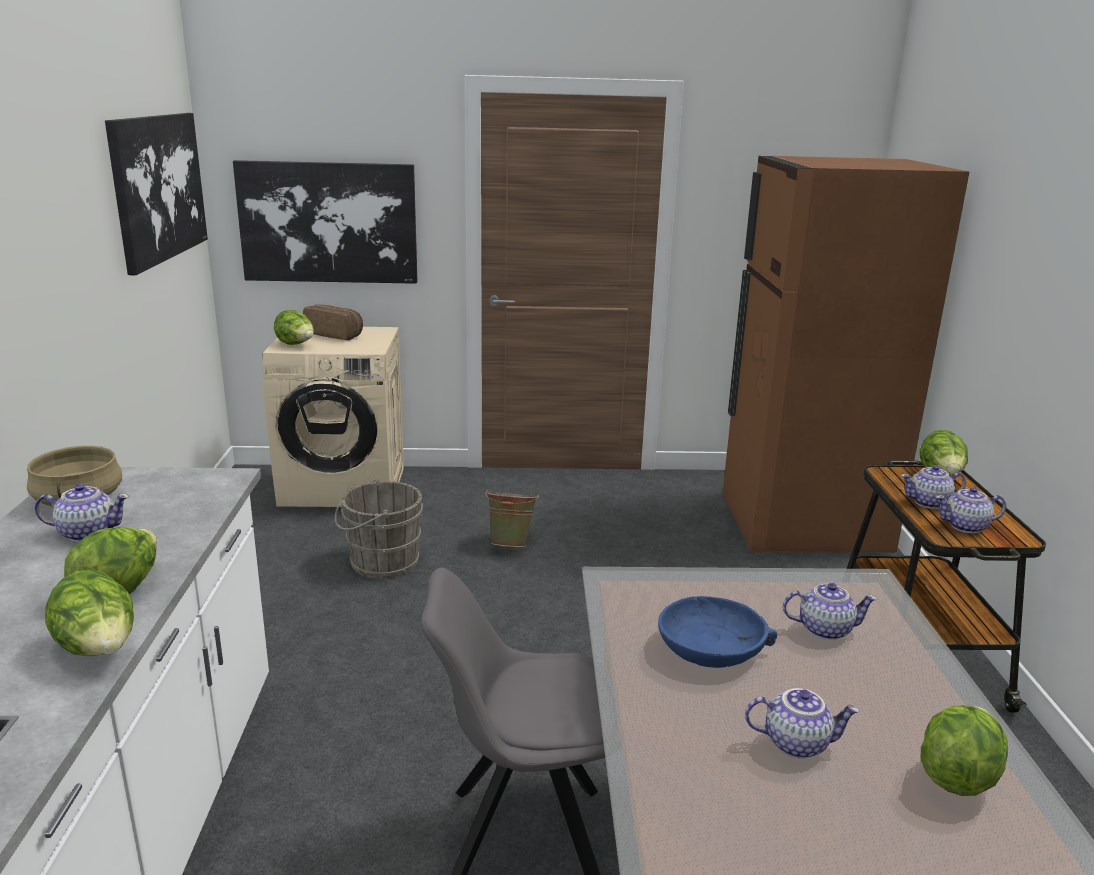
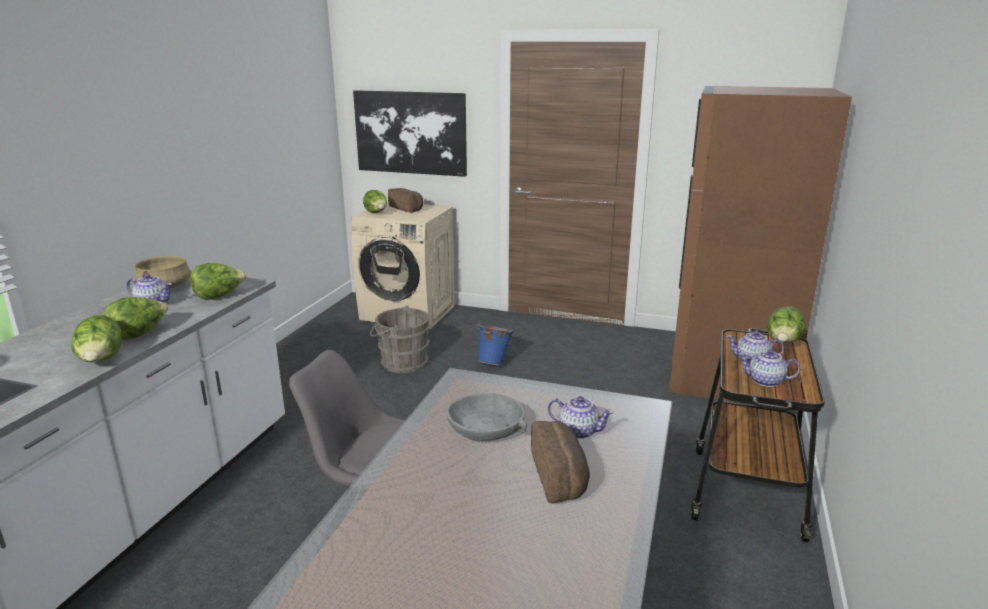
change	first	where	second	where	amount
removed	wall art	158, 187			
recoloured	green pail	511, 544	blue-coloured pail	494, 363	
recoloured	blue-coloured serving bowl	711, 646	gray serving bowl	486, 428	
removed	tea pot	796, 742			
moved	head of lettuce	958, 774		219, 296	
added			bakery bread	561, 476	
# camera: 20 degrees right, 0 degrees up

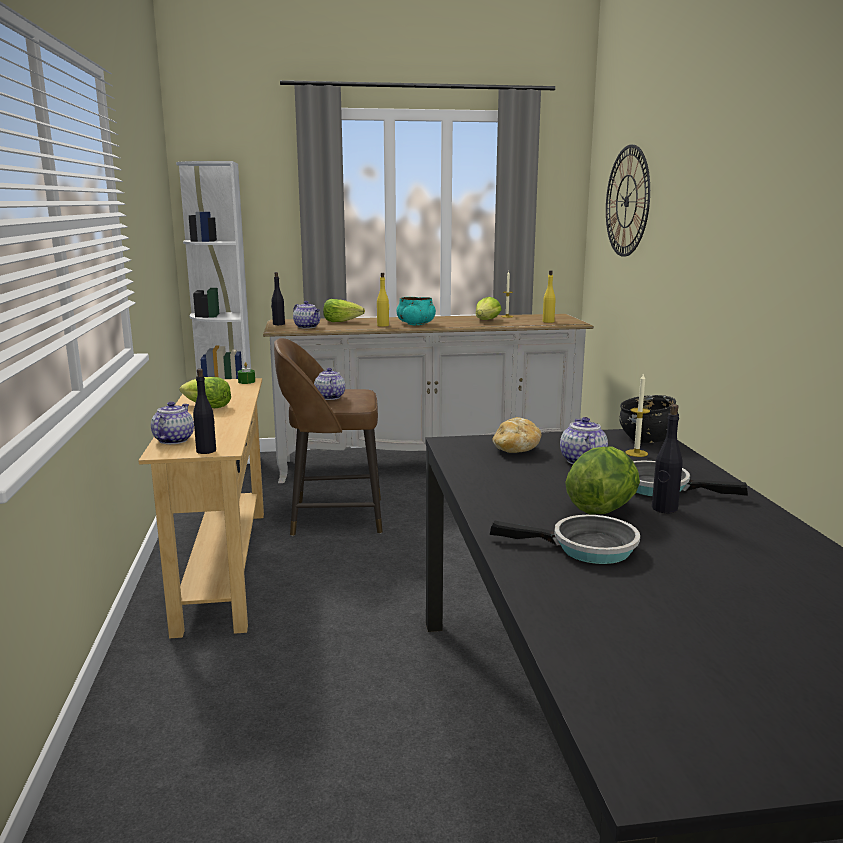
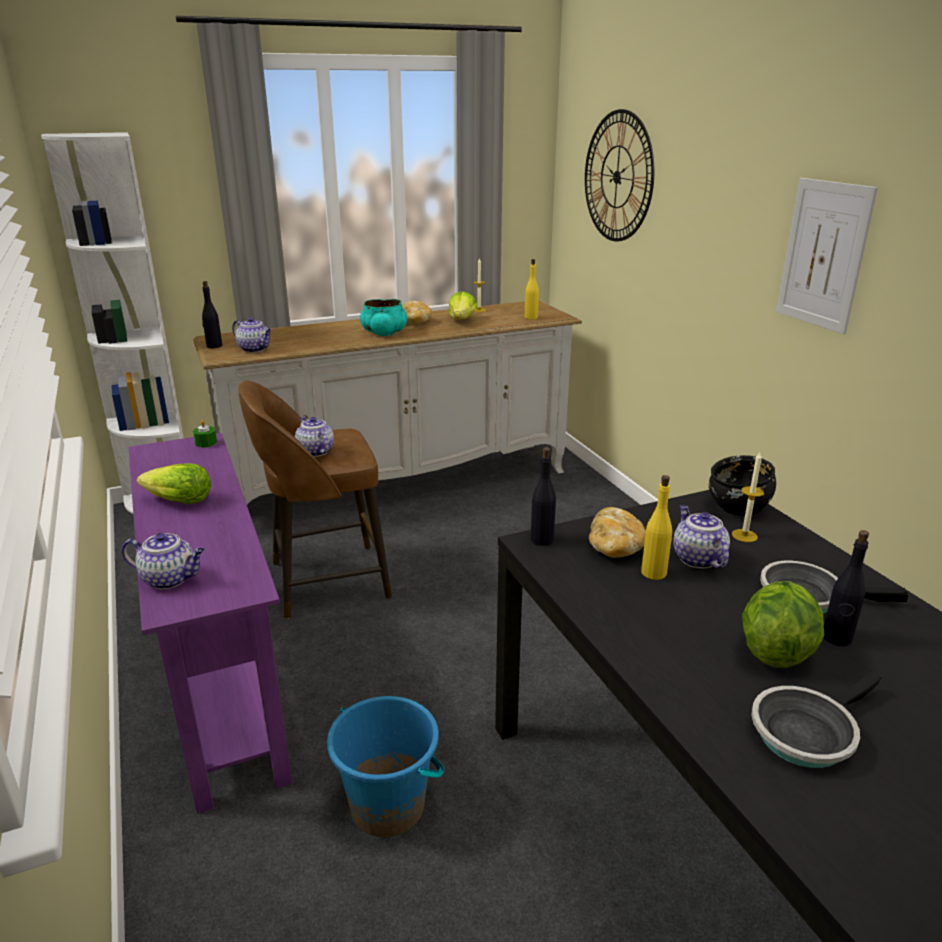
change	first	where	second	where	amount
moved	yellow beverage bottle	383, 325		654, 573	
removed	head of lettuce	342, 321			
moved	black beverage bottle	206, 451		542, 539	
recoloured	beige hall table	223, 566	purple-coloured hall table	220, 681	
turned	tea pot	174, 440		170, 579	105 degrees clockwise
turned	pan	586, 548		806, 732	150 degrees clockwise
added			wall art	823, 255	
added			bakery bread	415, 322	
added			blue-coloured pail	388, 807	
# camera: 15 degrees left, 10 degrees up

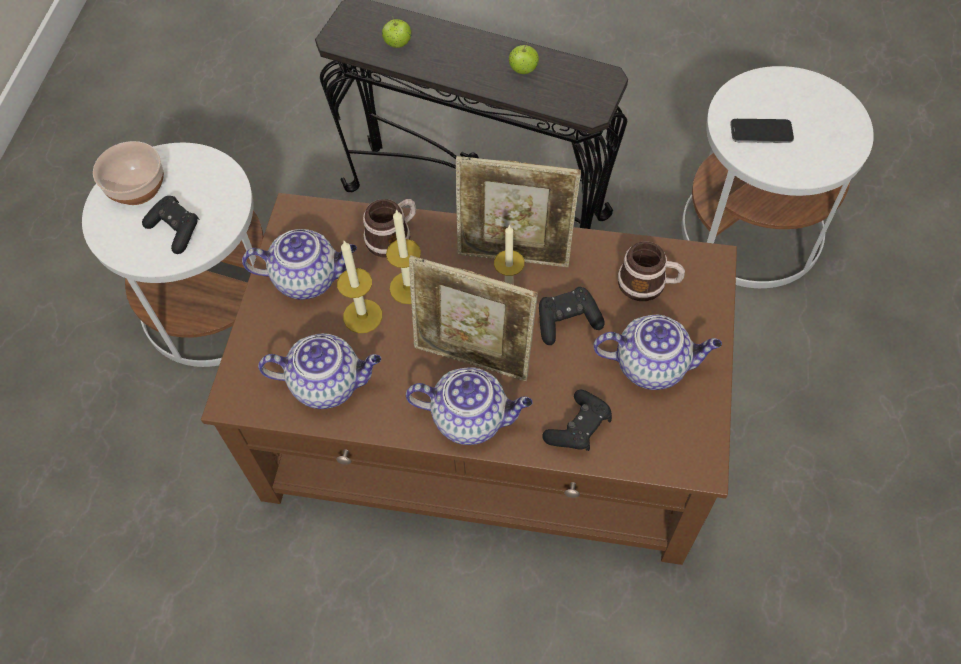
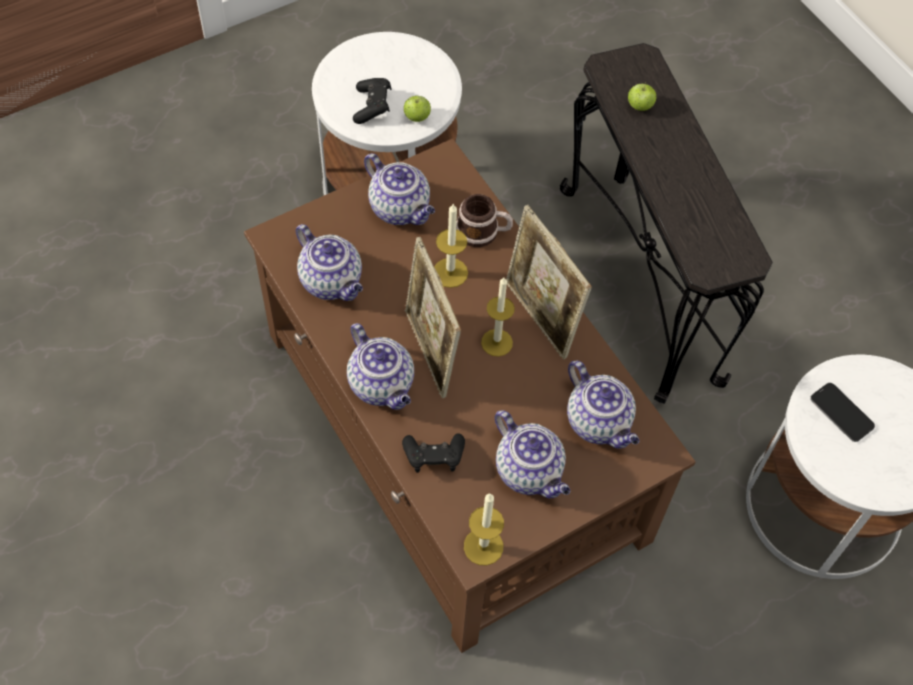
change	first	where	second	where	amount
moved	apple fruit	523, 70		417, 117	
removed	serving bowl	138, 187			
moved	wax candle	362, 316		483, 546	
replaced	coffee mug	648, 284	tea pot	599, 422	
removed	black game controller	567, 321			
# camera: 45 degrees right, 0 degrees up

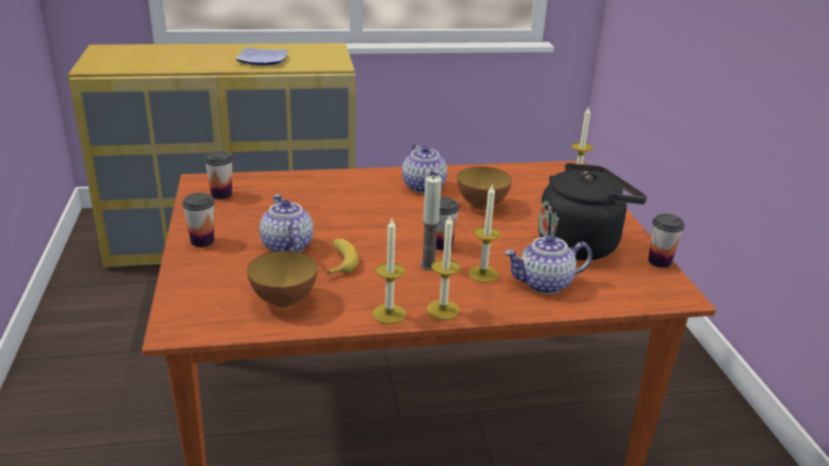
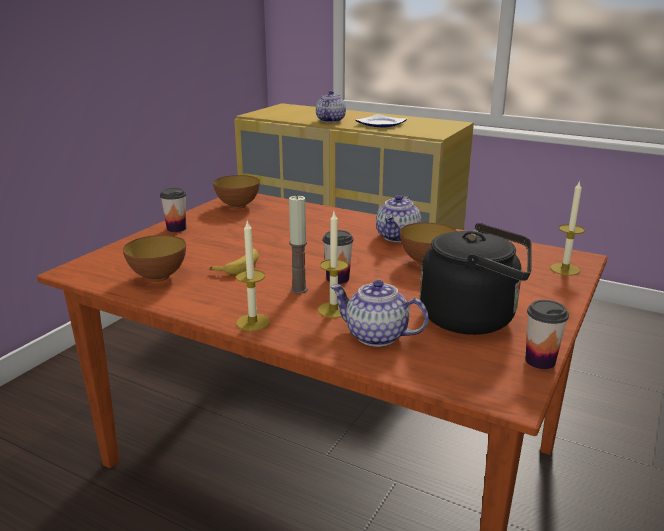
change	first	where	second	where	amount
replaced	cup	221, 194	serving bowl	238, 206	
moved	tea pot	286, 246		330, 120	
removed	wax candle	389, 314			
# camera: 40 degrees right, 5 degrees down

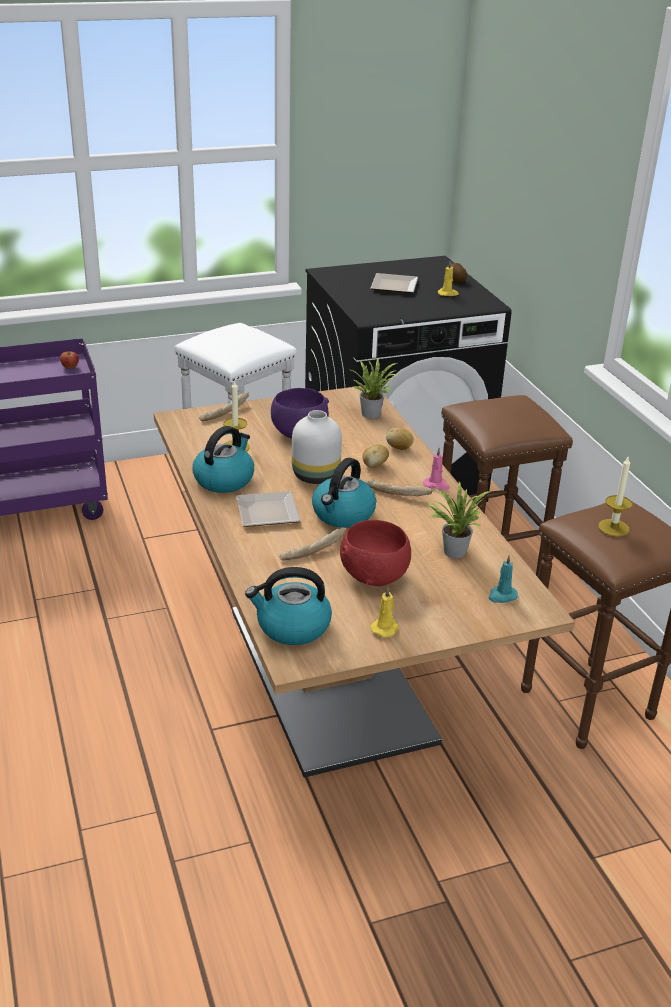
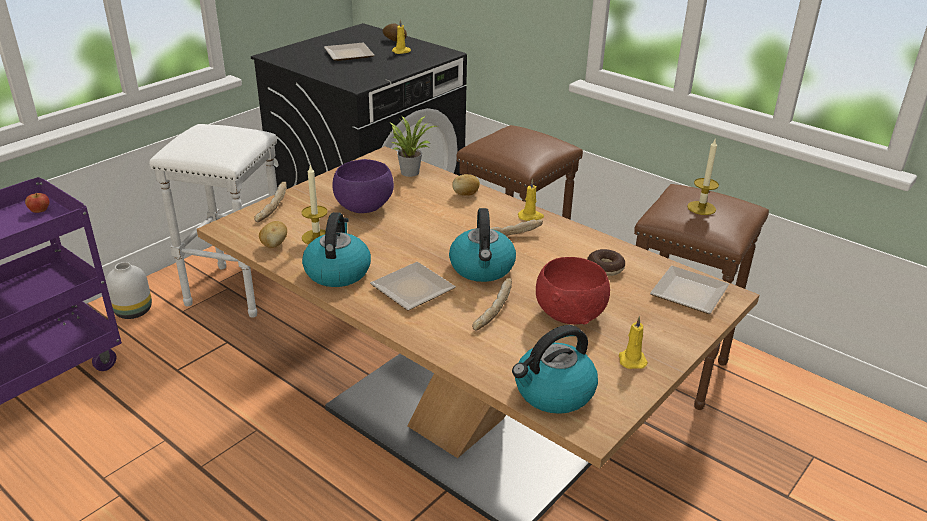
change	first	where	second	where	amount
moved	white-coloured flower vase	317, 476		134, 311	
moved	spud	374, 466		274, 245	
recoloured	pinkish wax candle	436, 485	yellow wax candle	530, 217	
replaced	houseplant	452, 550	donut	605, 268	
replaced	blue-green wax candle	502, 596	dinner plate	686, 293	
# camera: 30 degrees left, 0 degrees up

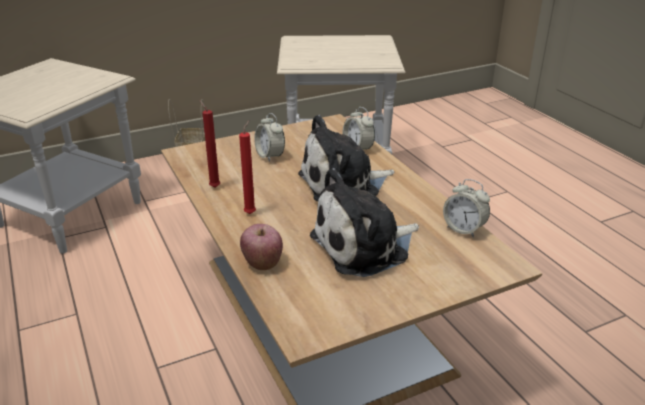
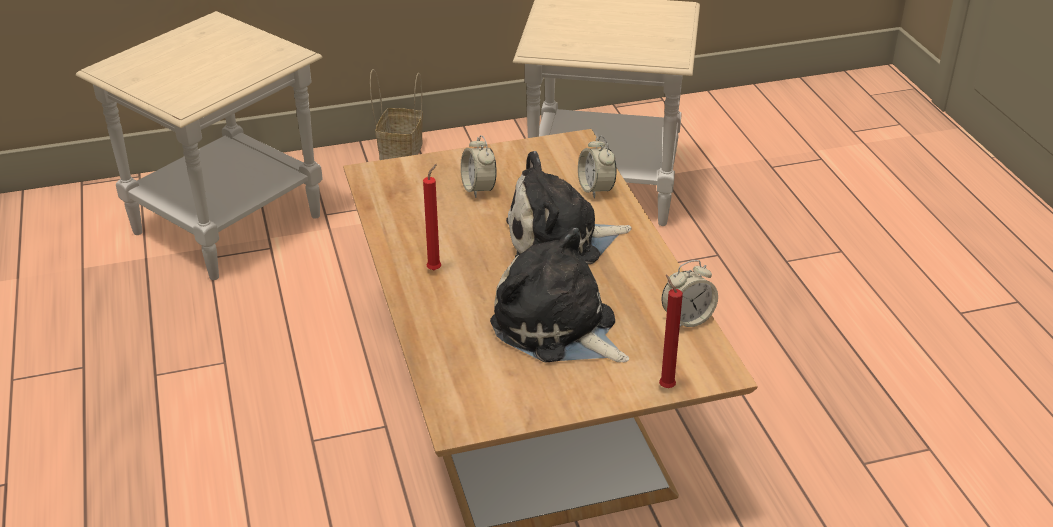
change	first	where	second	where	amount
moved	reddish wax candle	213, 187		665, 386	
turned	cuddly toy	365, 246		558, 328	60 degrees clockwise
turned	table clock	464, 229		687, 319	75 degrees counterclockwise
removed	apple fruit	262, 263			
# camera: 10 degrees right, 5 degrees up

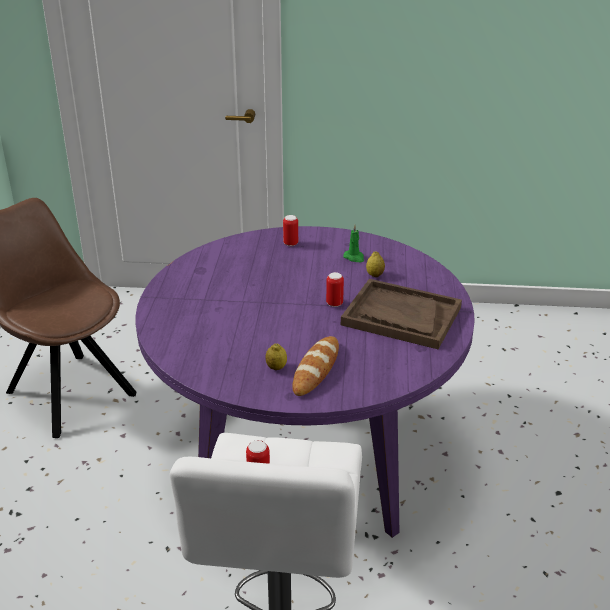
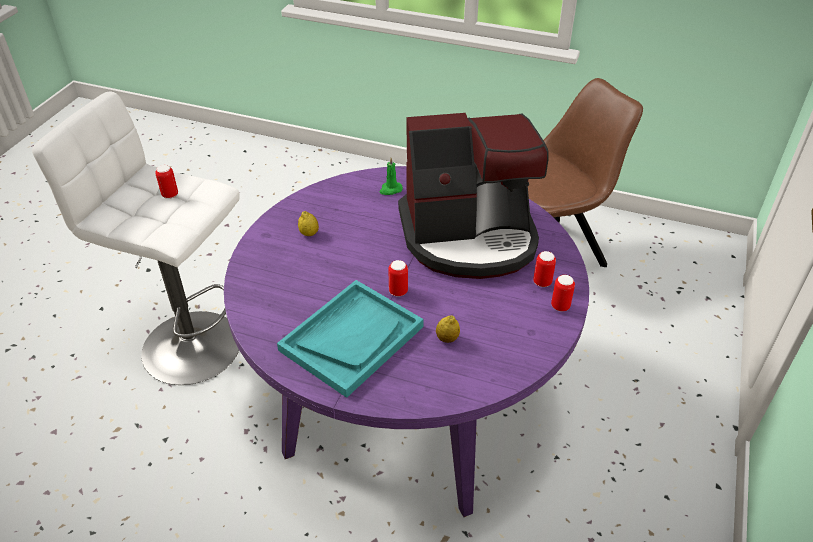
change	first	where	second	where	amount
moved	green wax candle	354, 257		390, 189	
recoloured	brownish carrying tray	401, 316	blue-green carrying tray	352, 338	
removed	bakery bread	316, 369			
added			coffee brewer	469, 237	
added			can	560, 306	
# camera: 105 degrees right, 10 degrees up

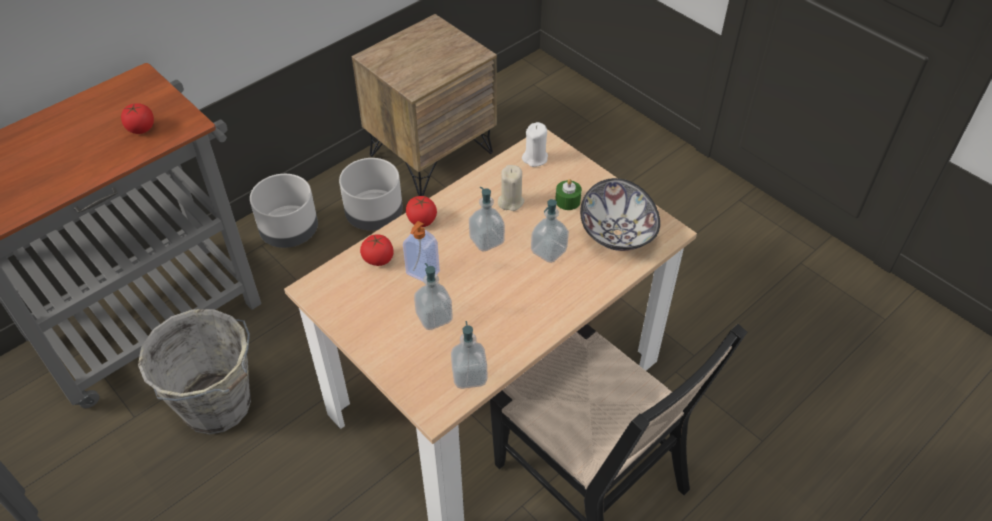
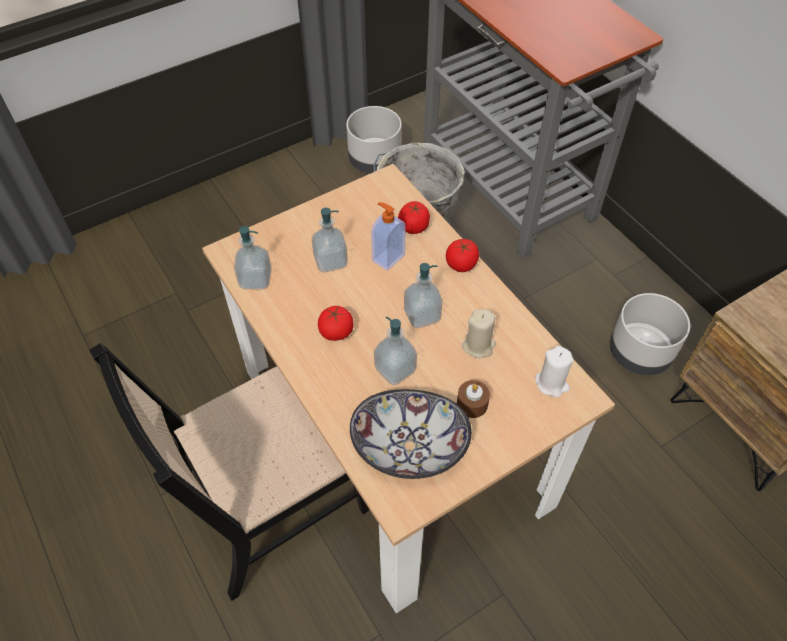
change	first	where	second	where	amount
moved	tomato	141, 128		336, 332	
moved	gray planter	289, 231		375, 161	
recoloured	green wax candle	567, 201	brownish wax candle	472, 404	
# camera: 100 degrees right, 5 degrees up

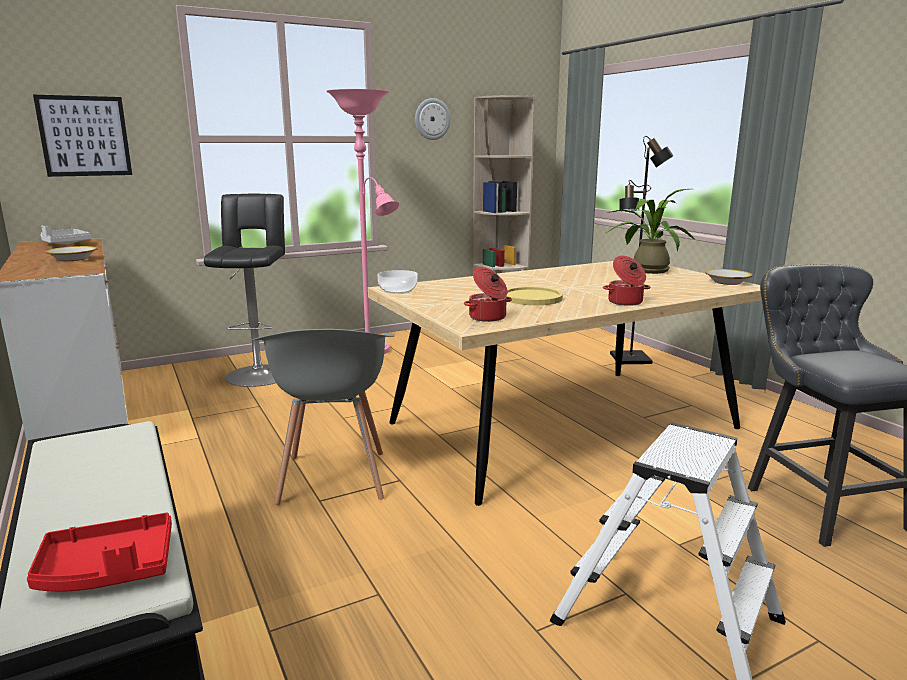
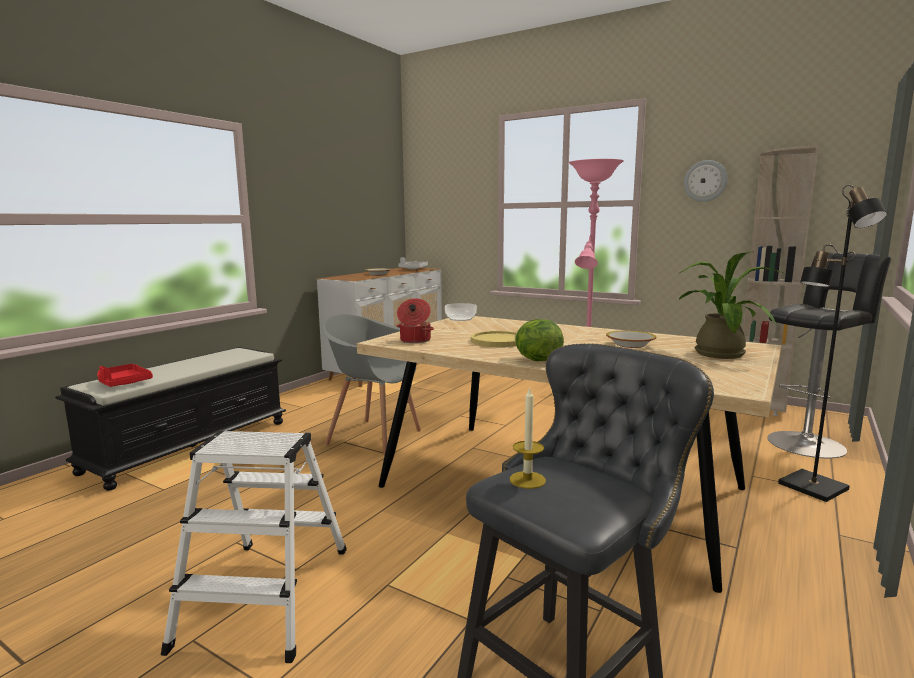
change	first	where	second	where	amount
removed	wall art	84, 136			
moved	black sitting stool	259, 373		808, 443	
replaced	cooking pot	625, 302	head of lettuce	536, 360	
moved	serving bowl	726, 282		630, 345	
turned	gray chair	333, 478		373, 437	60 degrees clockwise
added			wax candle	527, 480	
# camera: 60 degrees right, 5 degrees down

